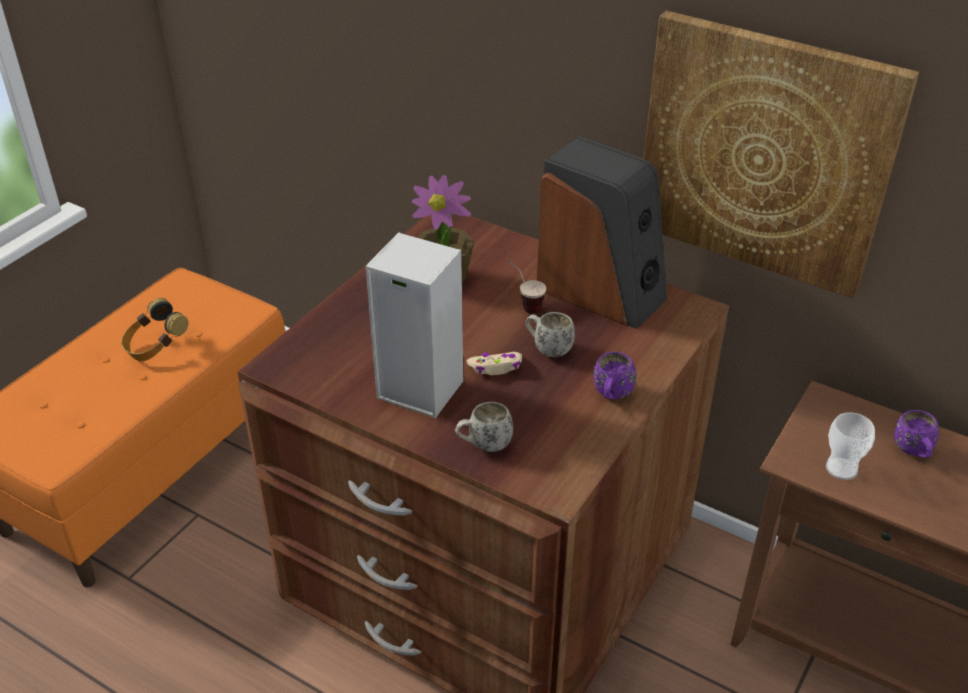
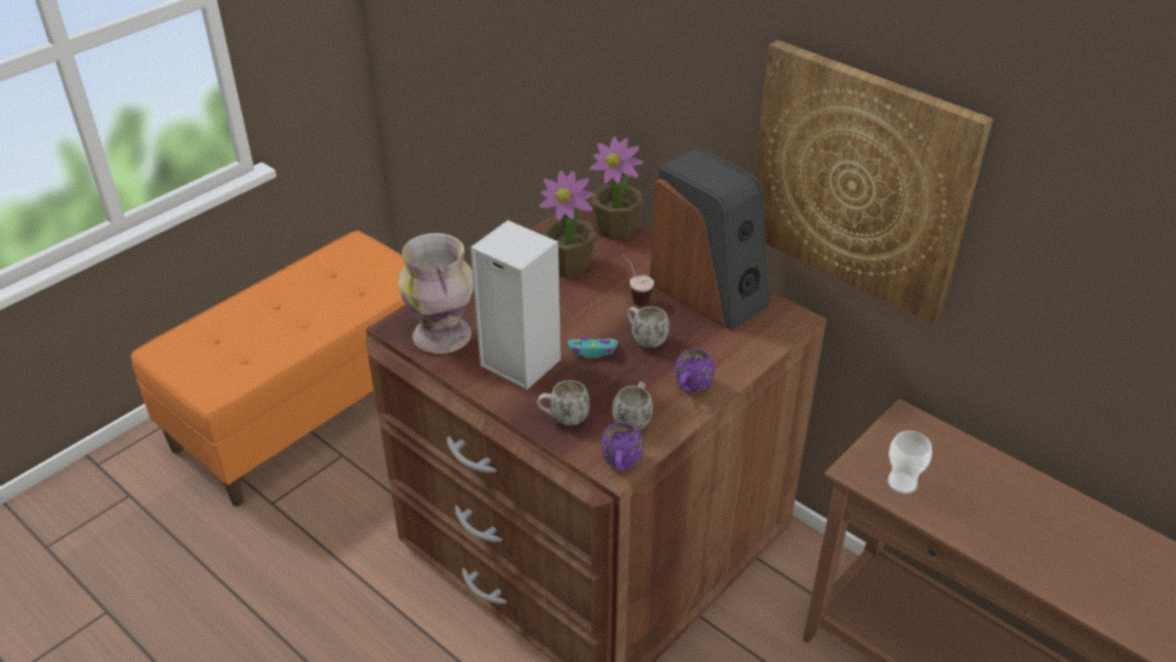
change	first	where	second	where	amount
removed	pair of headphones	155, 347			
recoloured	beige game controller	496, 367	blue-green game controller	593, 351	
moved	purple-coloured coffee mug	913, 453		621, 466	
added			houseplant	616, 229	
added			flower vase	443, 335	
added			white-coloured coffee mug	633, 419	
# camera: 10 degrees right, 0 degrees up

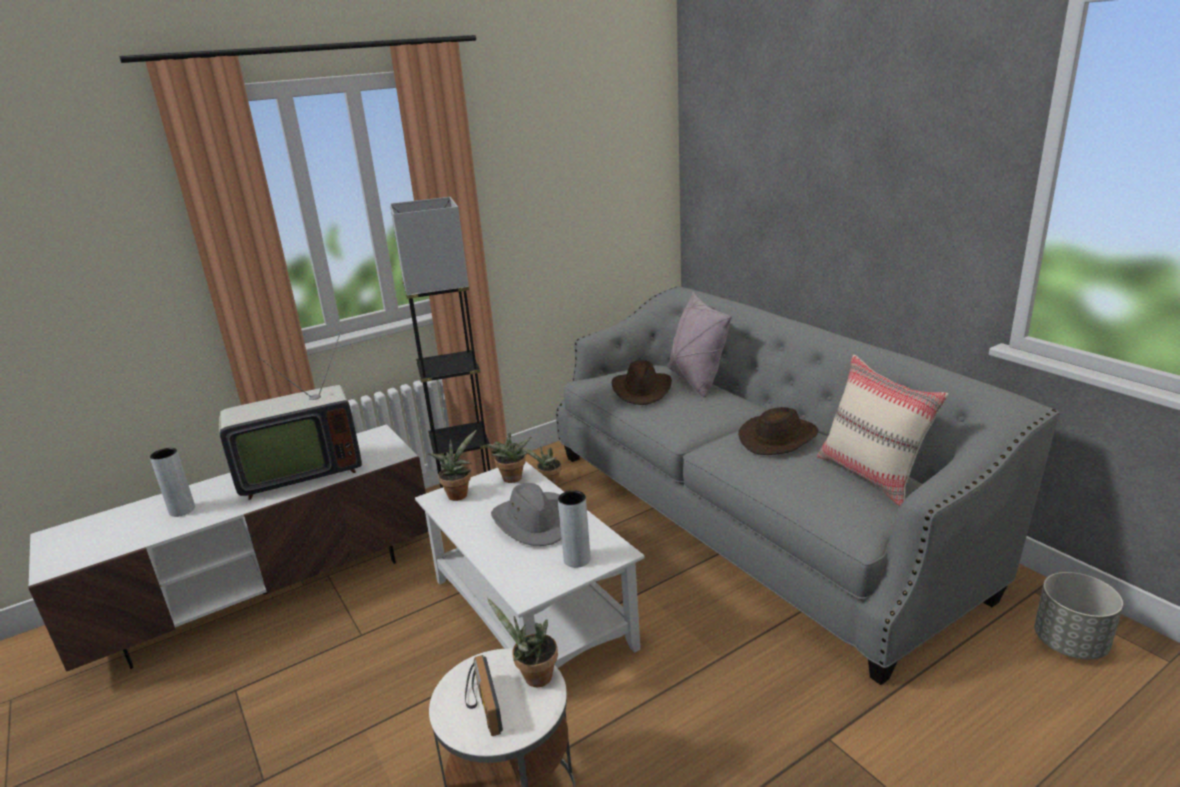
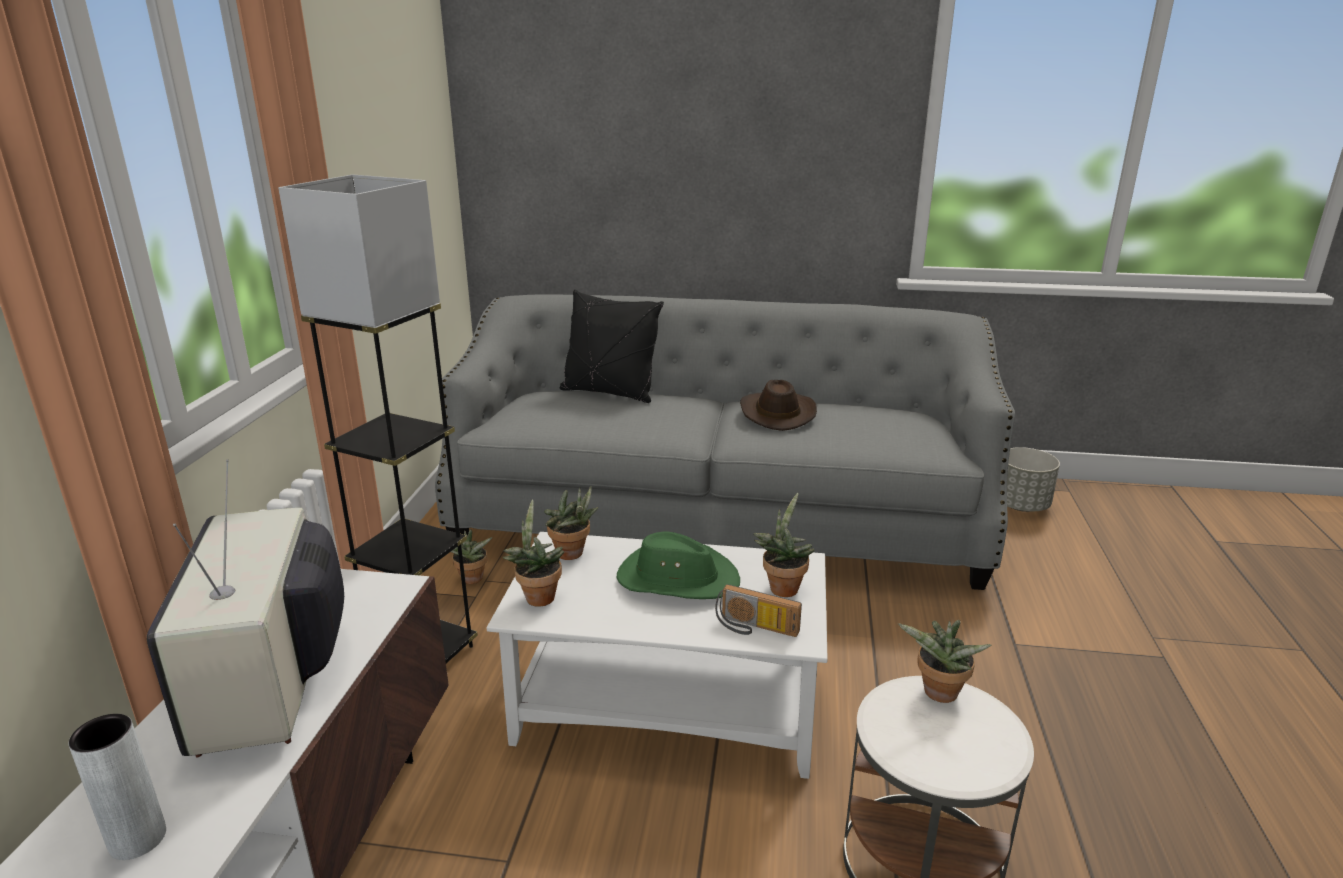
change	first	where	second	where	amount
recoloured	purple-coloured pillow	695, 381	black pillow	610, 393	
turned	TV	298, 473		275, 679	150 degrees clockwise
removed	beige pillow	871, 476			
removed	brownish wearable hat	642, 390			
recoloured	gray wearable hat	534, 521	green wearable hat	677, 578	
replaced	gray flower vase	577, 559	houseplant	782, 586	
moved	radio receiver	481, 707		754, 628	
# camera: 50 degrees left, 0 degrees up

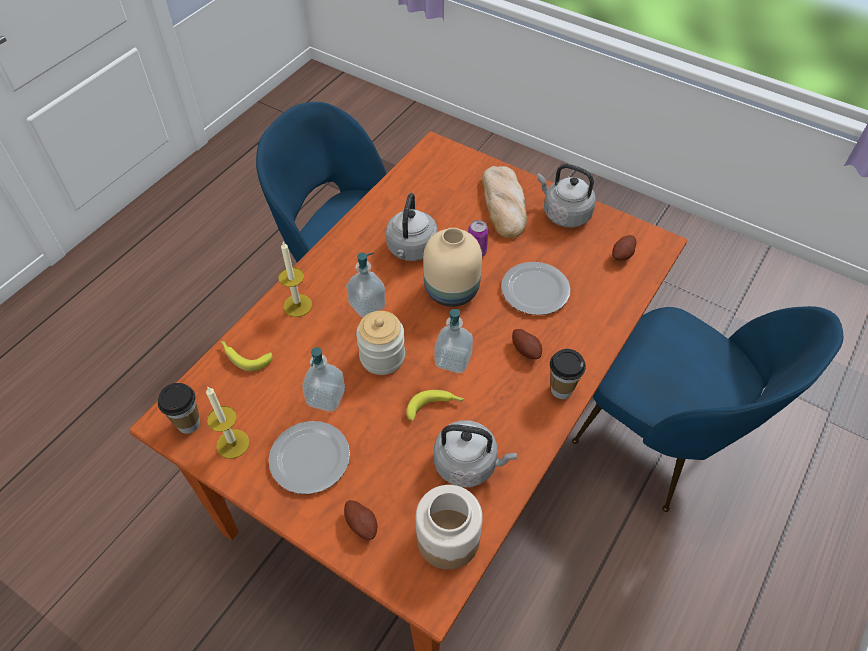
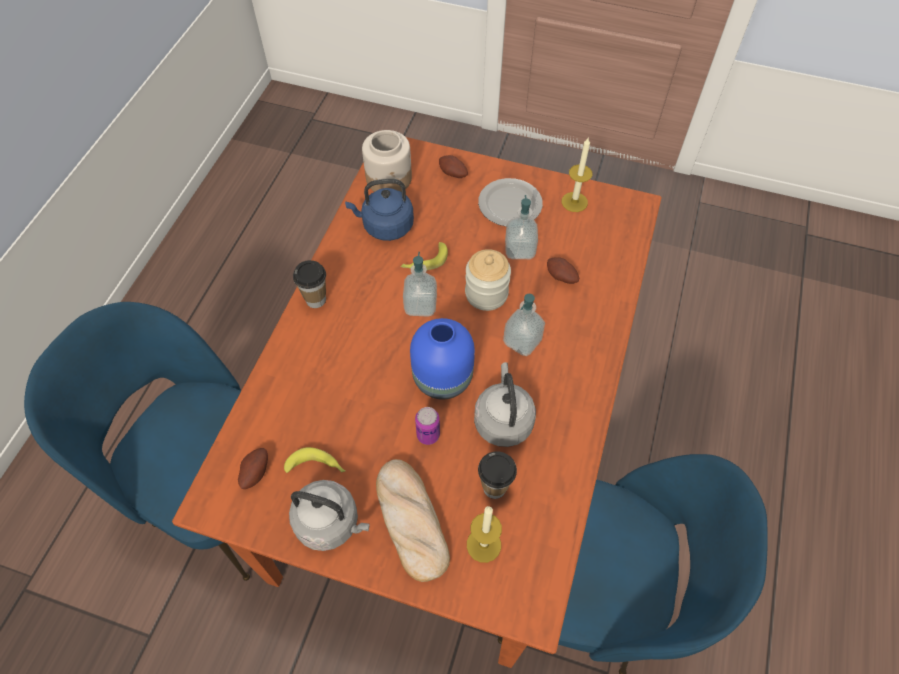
change	first	where	second	where	amount
recoloured	beige flower vase	453, 290	blue-coloured flower vase	441, 378	
moved	wax candle	297, 305		483, 545	
removed	dinner plate	536, 290			
moved	spud	526, 350		560, 277	
moved	banana	244, 356		317, 467	
moved	cup	188, 423		494, 487	
recoloured	gray tea kettle	469, 464	blue-coloured tea kettle	385, 226	
# camera: 165 degrees right, 5 degrees up

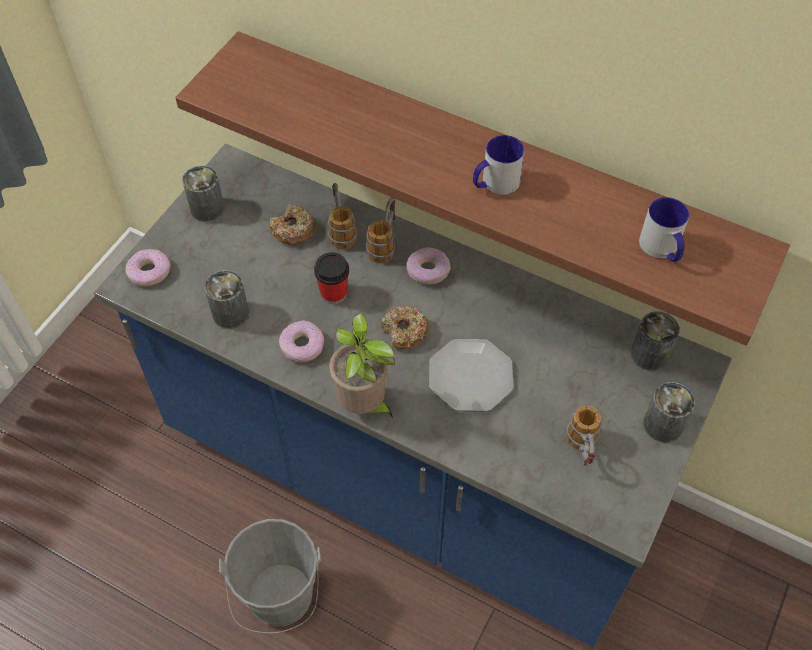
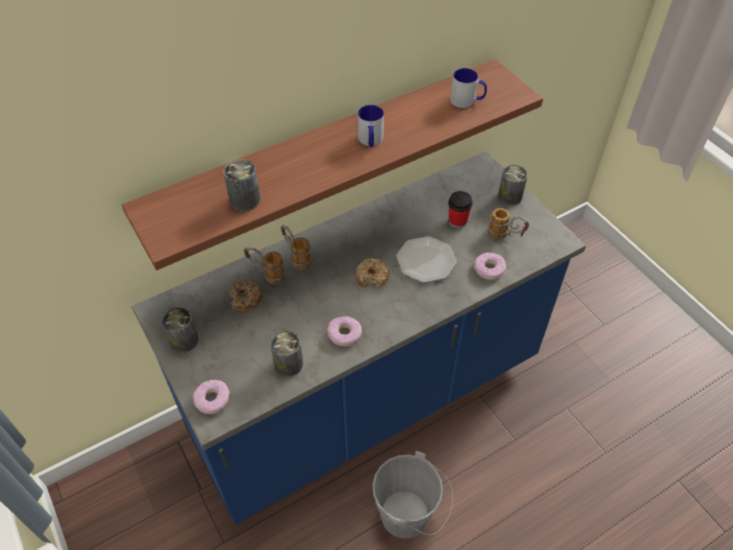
change	first	where	second	where	amount
moved	donut	428, 270		489, 269	
moved	cup	334, 293		457, 221	
moved	can	649, 354		245, 200	
removed	houseplant	364, 405			
# camera: 60 degrees left, 5 degrees down

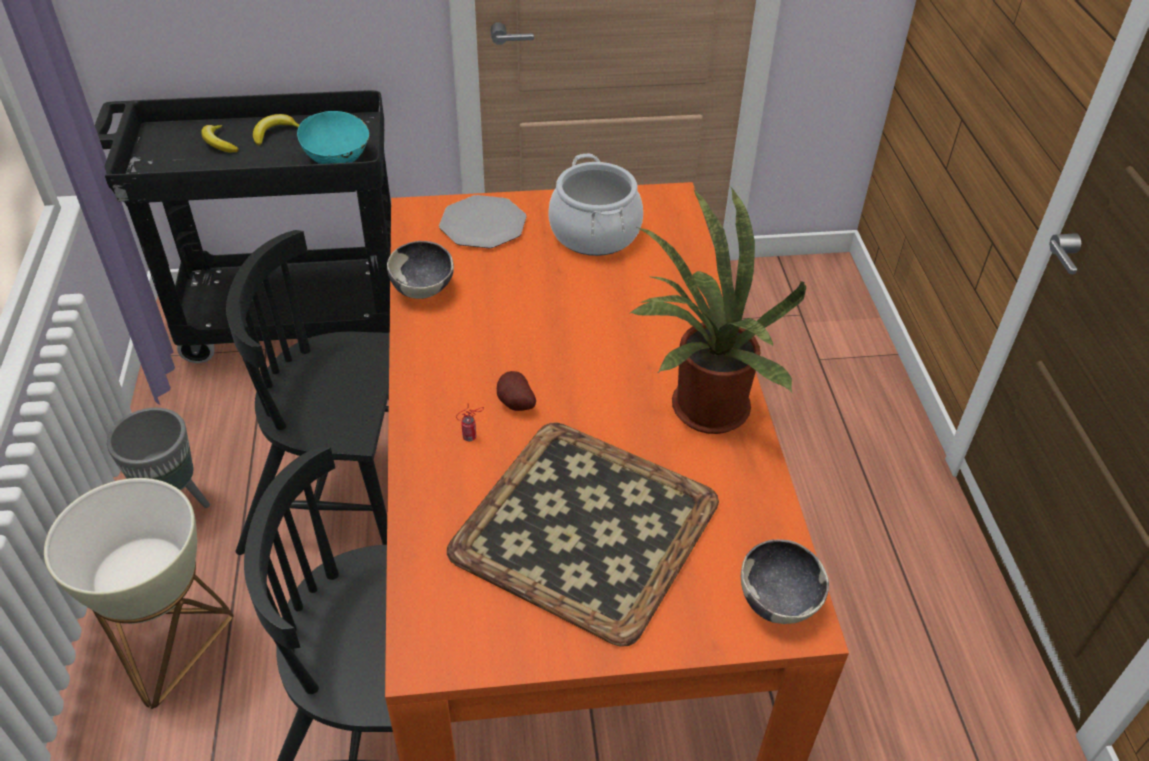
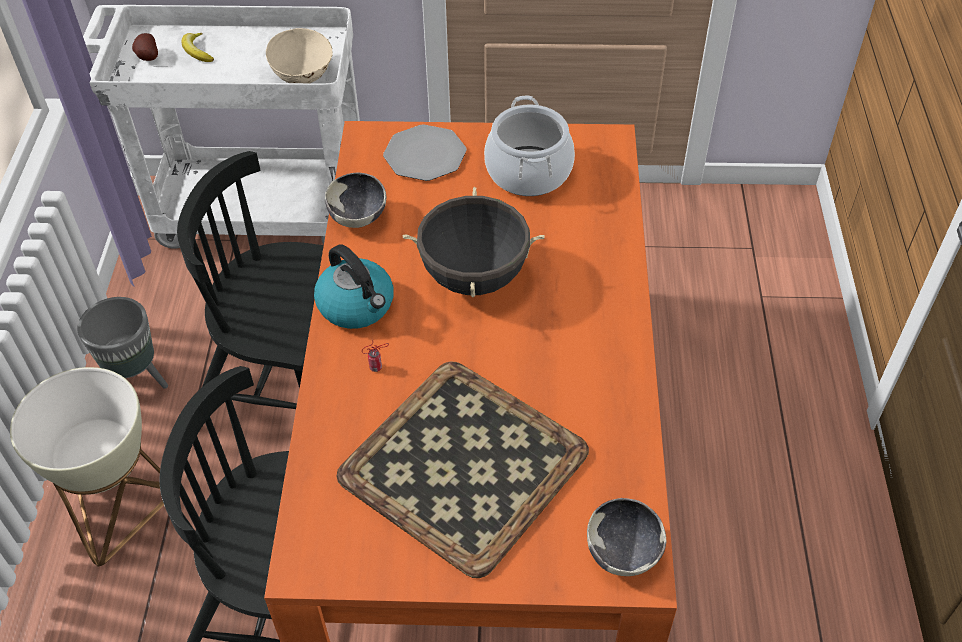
change	first	where	second	where	amount
recoloured	black cart	284, 328	white-coloured cart	254, 220	
recoloured	blue-green serving bowl	338, 158	beige serving bowl	303, 74	
removed	banana	275, 133			
removed	houseplant	701, 410			
moved	spud	514, 404		147, 57	
added			black cooking pot	474, 277	
added			tea kettle	357, 305	
# camera: 10 degrees right, 5 degrees up

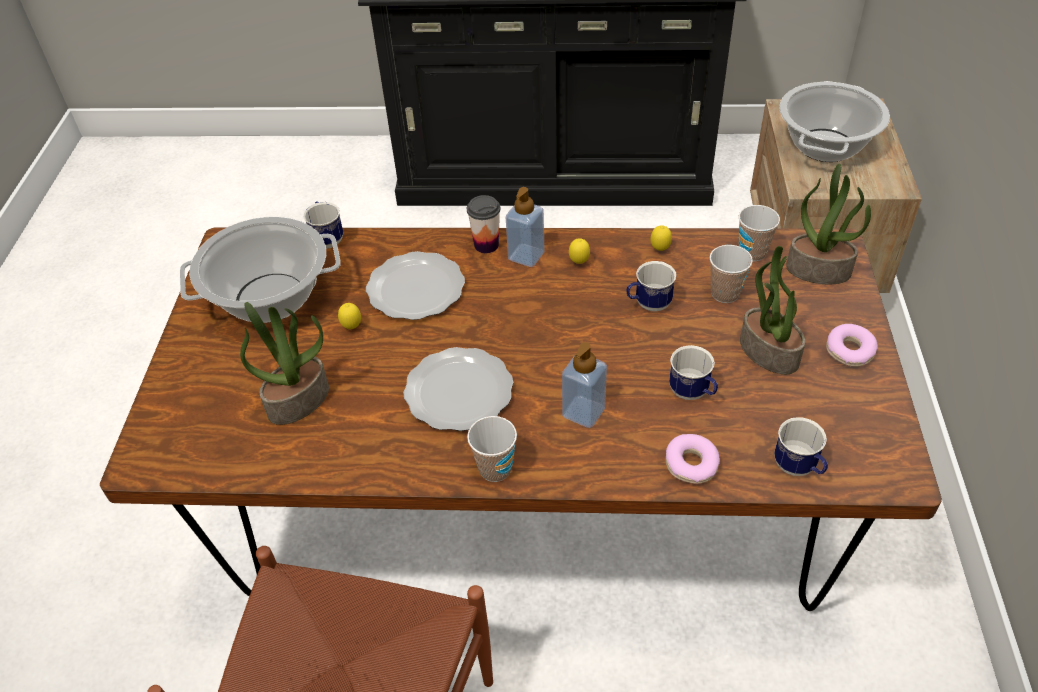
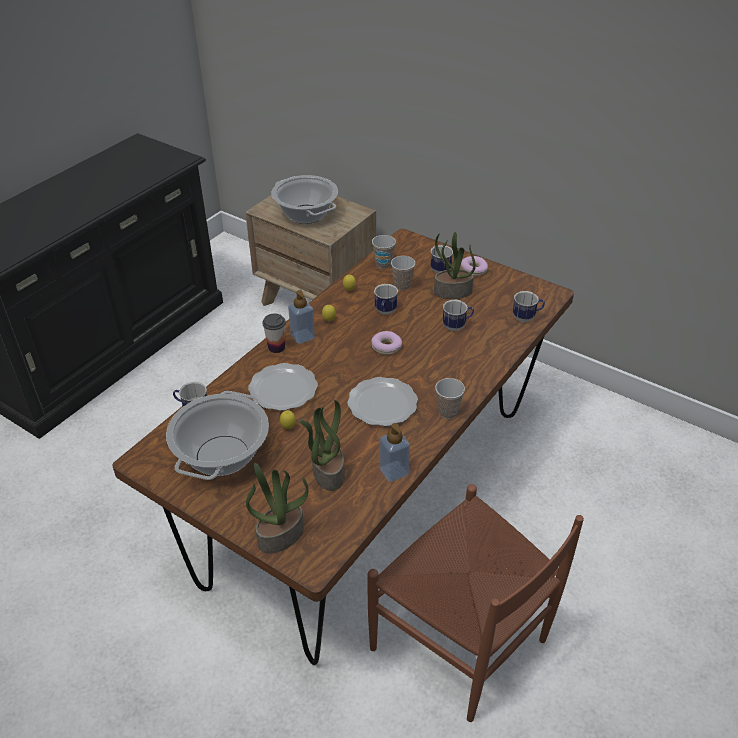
change	first	where	second	where	amount
moved	houseplant	819, 270		281, 535	
moved	soap bottle	583, 412		394, 471	
moved	donut	691, 464		386, 347	
added			coffee mug	440, 268	
# camera: 60 degrees left, 5 degrees down

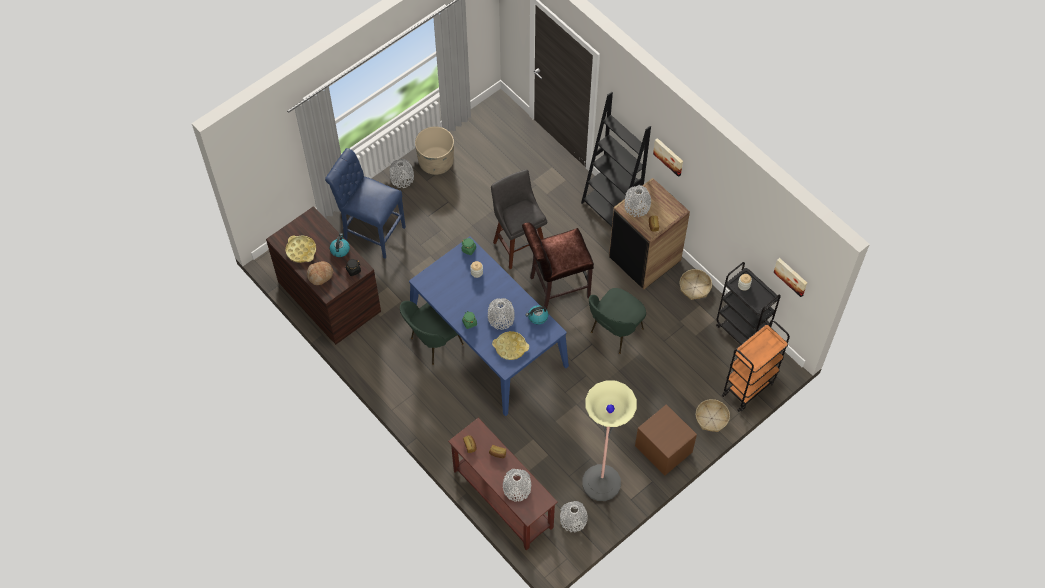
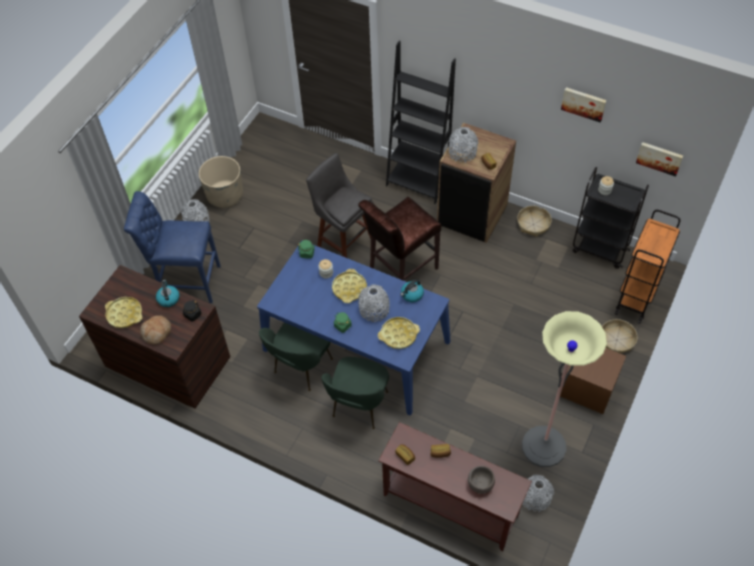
change	first	where	second	where	amount
moved	wall art	669, 156		584, 103	
moved	green chair	614, 333		358, 408	
replaced	gray flower vase	517, 489	brownish serving bowl	480, 484	
added			yellow carrying tray	349, 288	
# camera: 20 degrees left, 5 degrees down

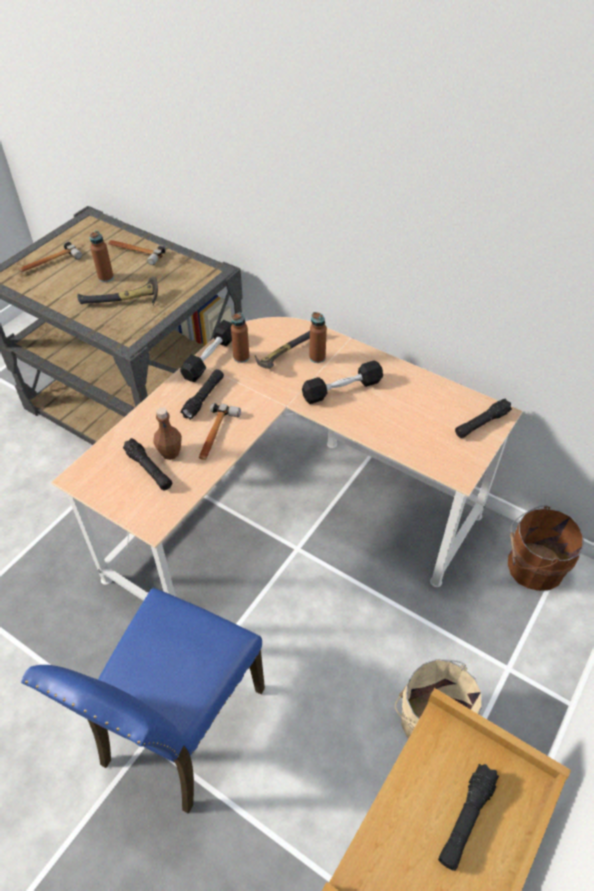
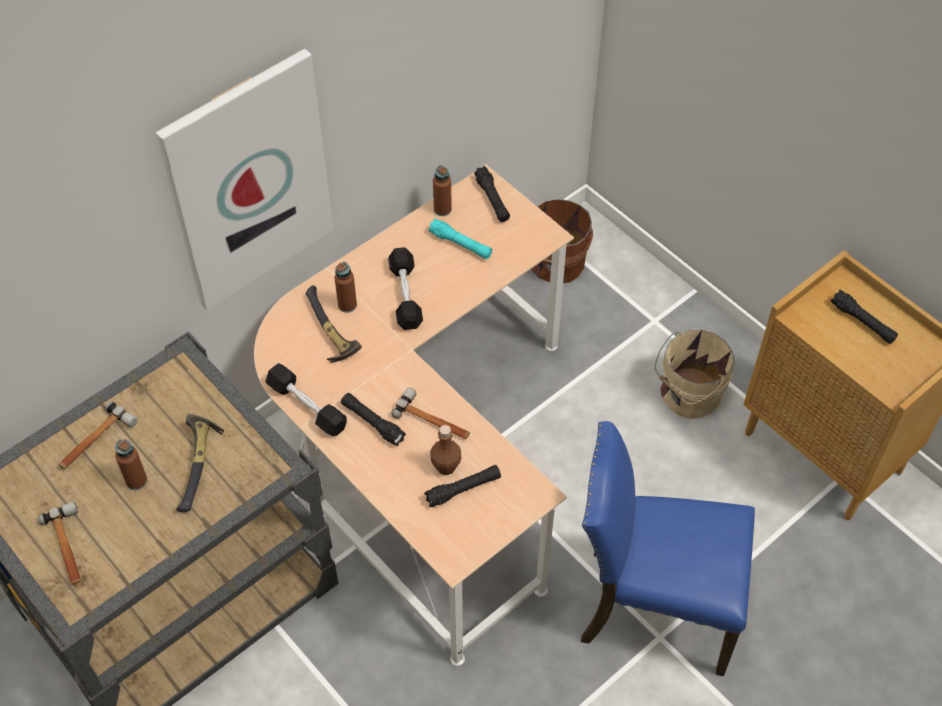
change	first	where	second	where	amount
moved	brownish beverage bottle	241, 357		442, 209	
turned	blue-coloured chair	179, 727		652, 606	150 degrees clockwise
added			wall art	248, 181	
added			blue-green torch	460, 244	
# camera: 75 degrees left, 5 degrees up

